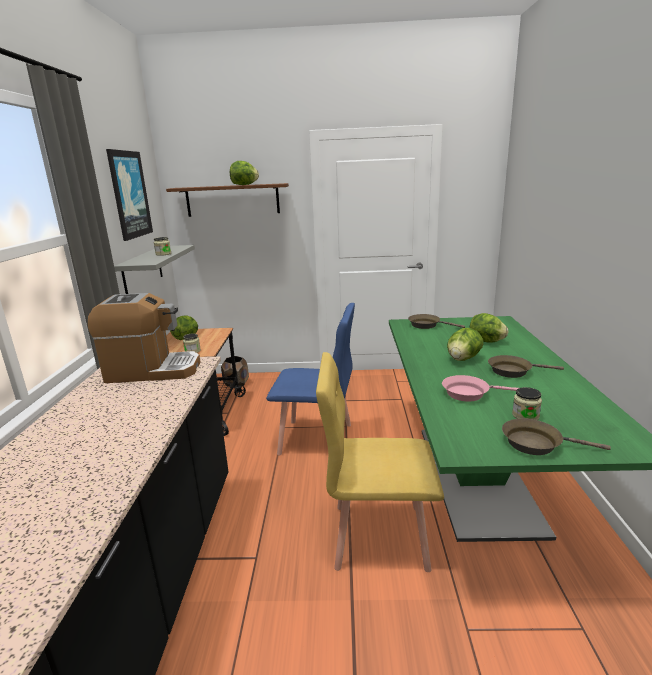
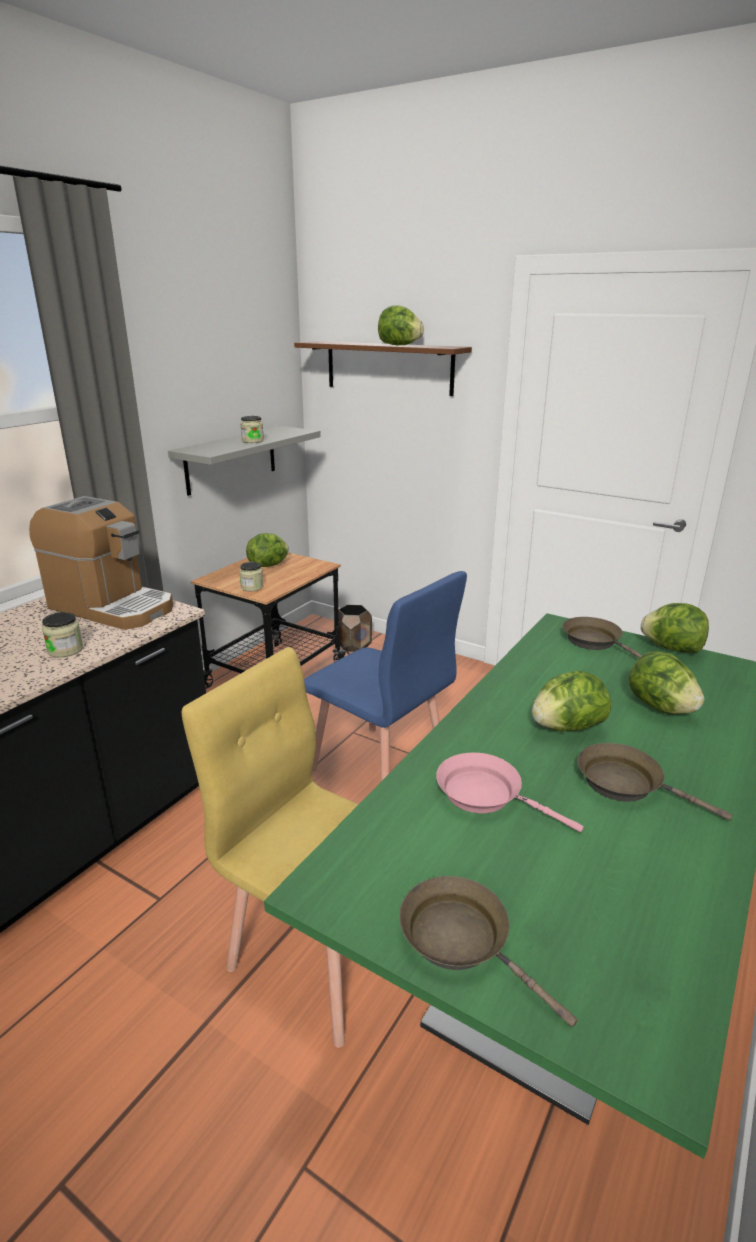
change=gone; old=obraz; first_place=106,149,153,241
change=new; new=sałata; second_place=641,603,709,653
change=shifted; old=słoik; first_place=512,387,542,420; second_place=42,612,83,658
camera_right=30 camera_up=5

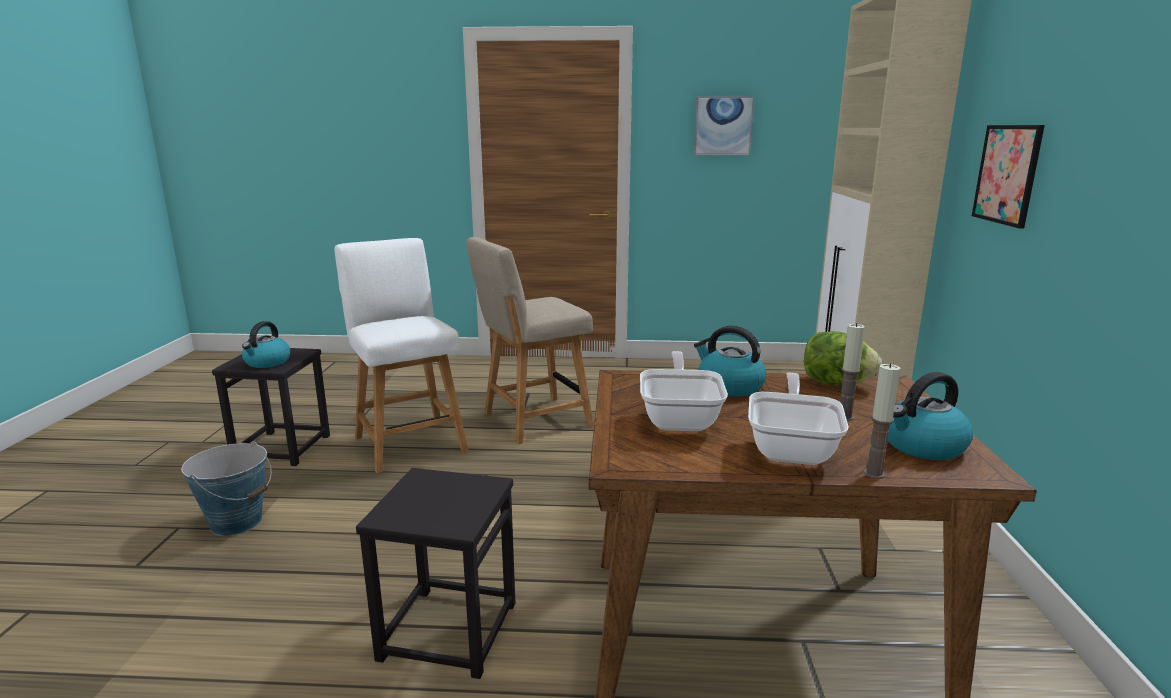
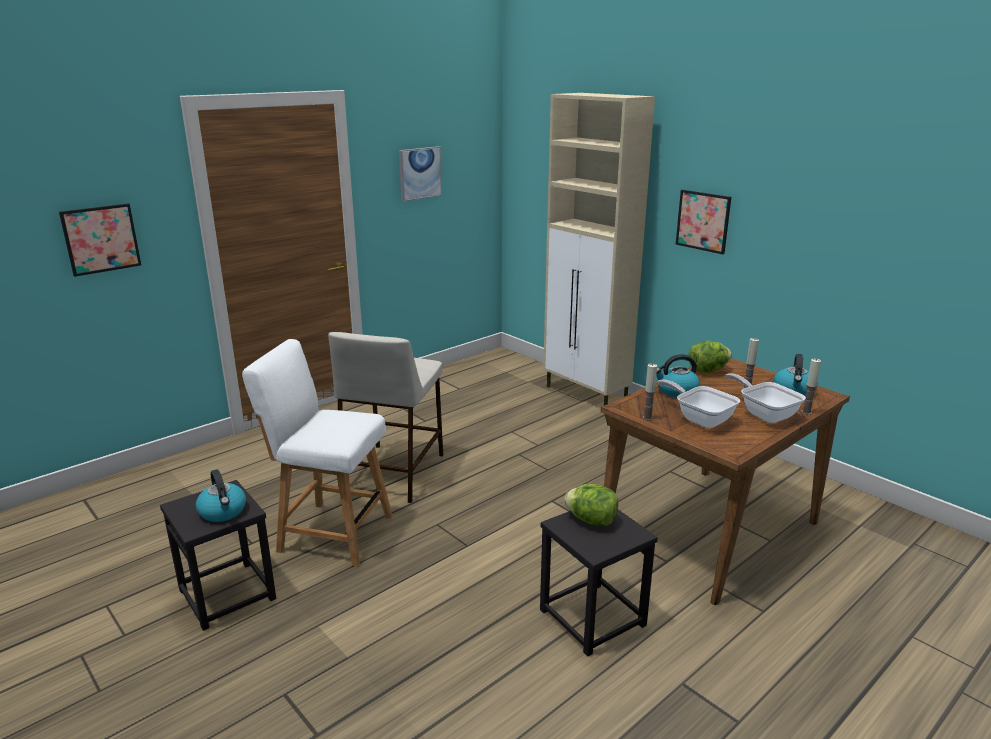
change=gone; old=wiadro; first_place=181,441,272,536
change=new; new=obraz; second_place=59,203,141,277
change=new; new=sałata; second_place=564,484,618,526
change=new; new=świeca; second_place=643,364,657,421
change=swapped; old=krzesło (beżowy); new=stołek (beżowy); first_place=466,237,594,444; second_place=328,332,443,503
camera_right=-45 camera_up=5

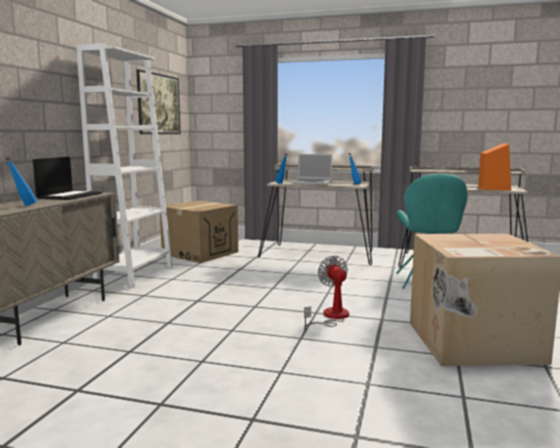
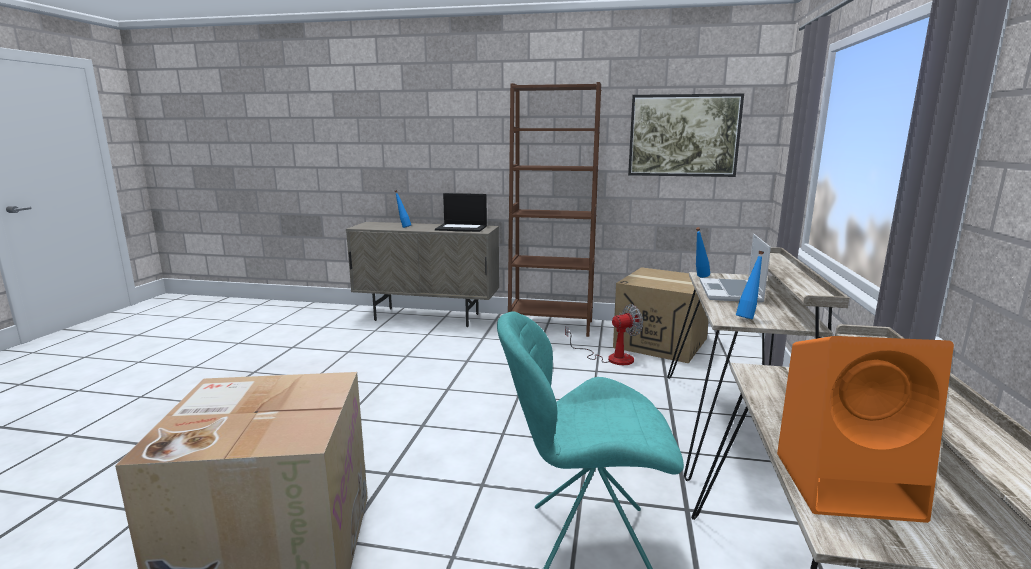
change=shifted; old=wentylator; first_place=304,255,349,330; second_place=565,304,643,365
change=repainted; old=regał (biały); new=regał (brązowy); first_place=76,43,172,287; second_place=508,82,601,337
camera_right=85 camera_up=5

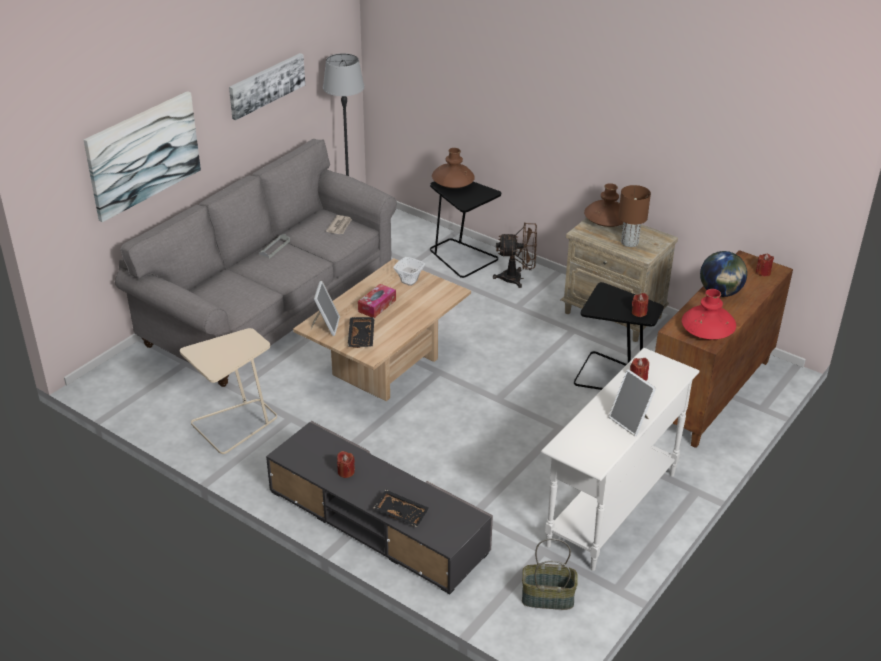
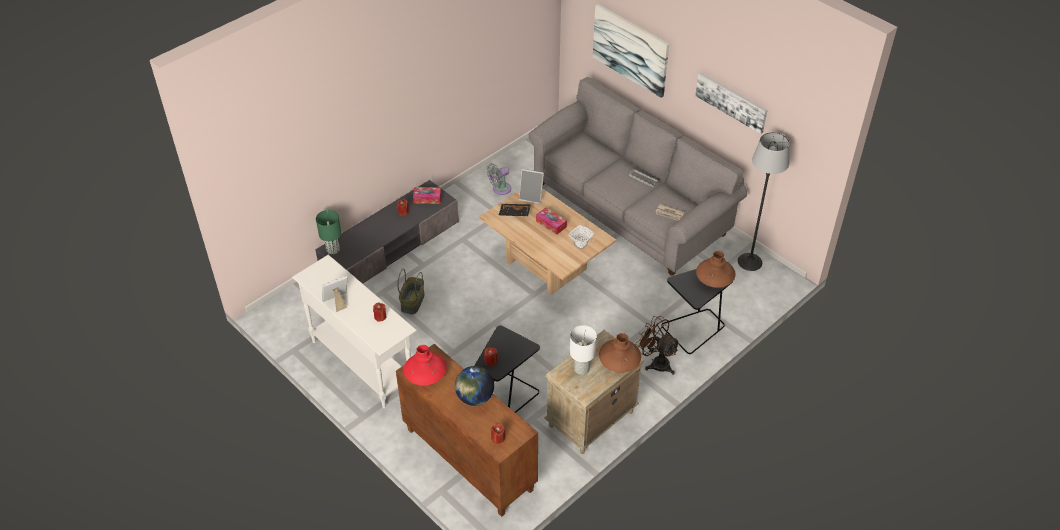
change=gone; old=taca (czarny); first_place=373,490,429,527
change=new; new=lampa stołowa (zielony); second_place=316,210,341,254
change=new; new=pudełko chusteczek; second_place=413,187,441,204
change=shifted; old=koszyk; first_place=522,538,578,610; second_place=397,269,425,314
change=swapped; old=stolik (beżowy); new=wentylator (szary); first_place=180,328,277,454; second_place=487,163,511,195
change=repainted; old=lampa stołowa (brązowy); new=lampa stołowa (biały); first_place=618,185,651,247; second_place=570,326,597,375
change=rotated; old=wentylator (brązowy); first_place=493,222,537,288; second_place=636,316,680,375; degrees=120
camera_right=100 camera_up=10

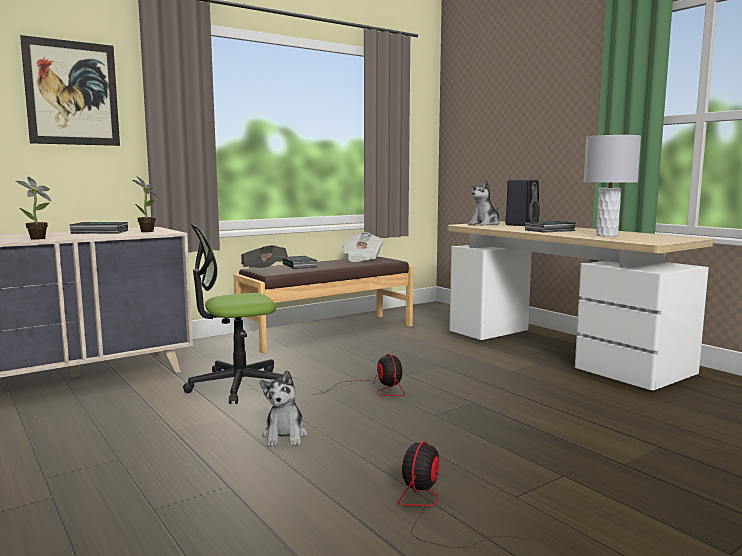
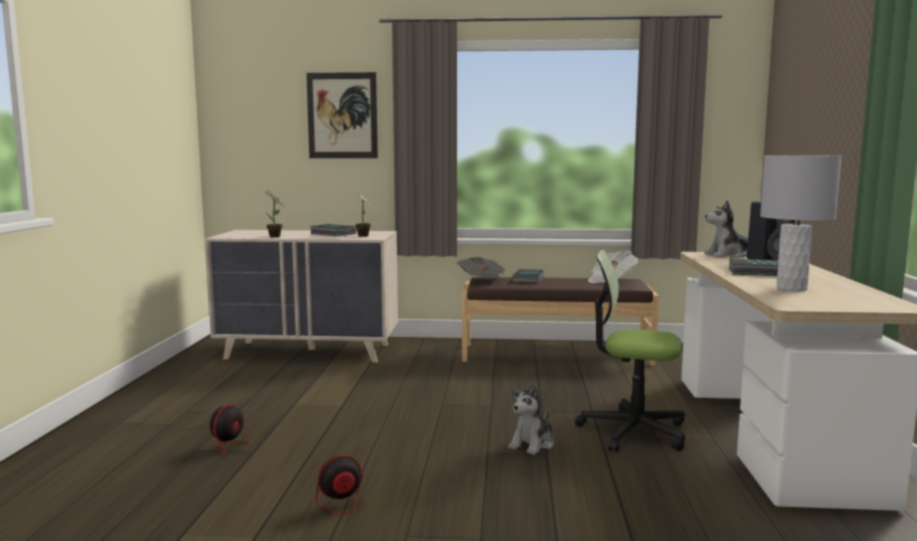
change=shifted; old=krzesło biurowe; first_place=183,223,283,404; second_place=575,249,685,452
change=shifted; old=pluszak; first_place=260,370,307,447; second_place=508,383,554,455
change=shifted; old=wentylator; first_place=311,354,405,396; second_place=178,404,249,455
camera_right=40 camera_up=0

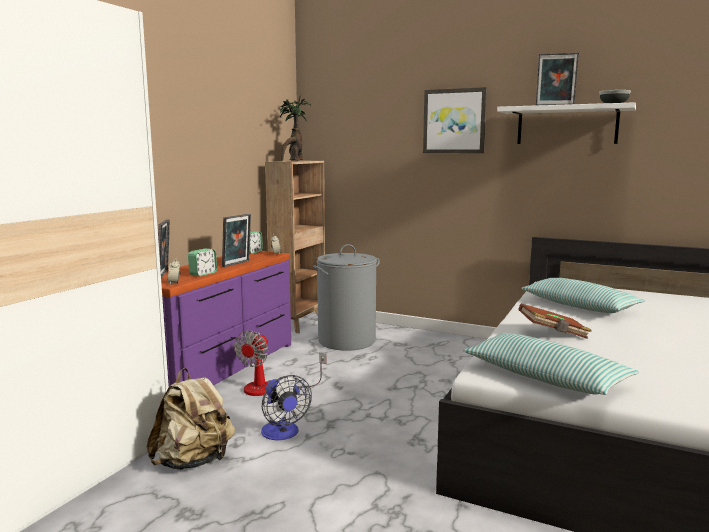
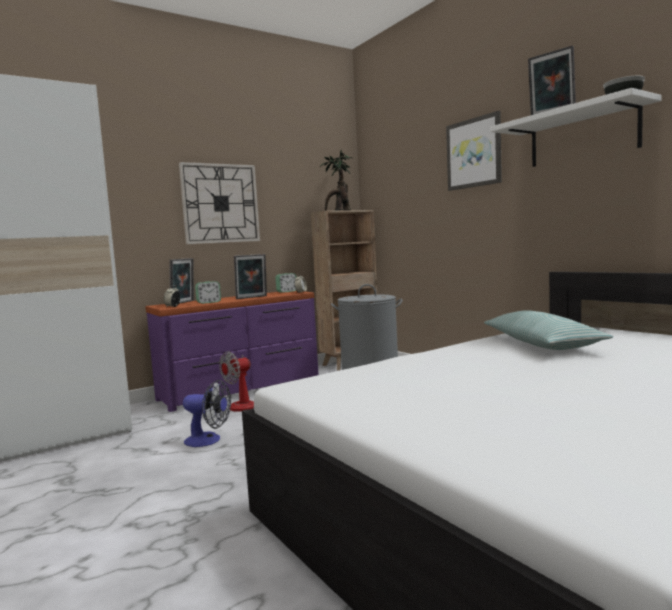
change=gone; old=plecak (beżowy); first_place=147,368,235,470
change=gone; old=poduszka; first_place=463,333,639,395
change=gone; old=książka (brązowy); first_place=518,304,592,339
change=new; new=zegar ścienny; second_place=179,162,260,244
change=rotated; old=wentylator; first_place=261,375,312,440; second_place=183,380,231,447; degrees=-75
camera_right=30 camera_up=-5

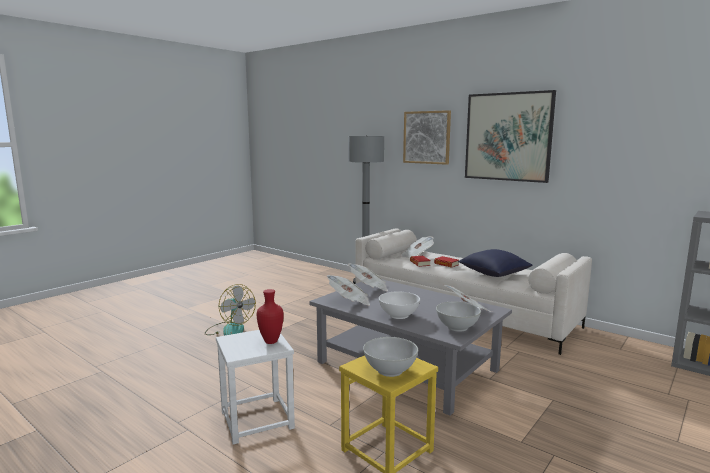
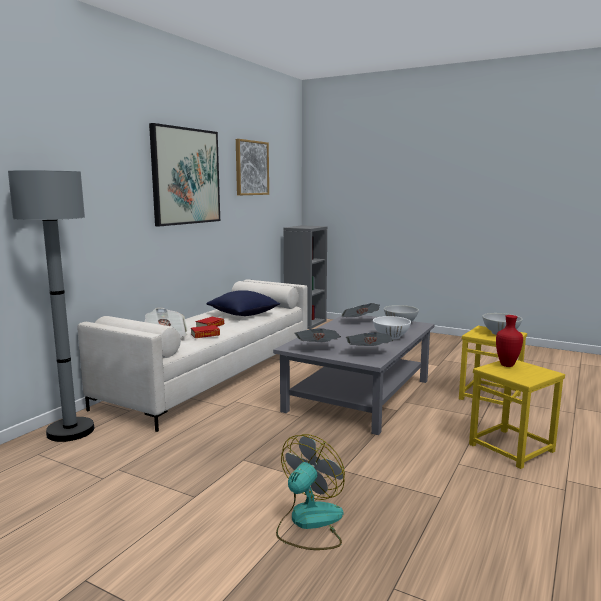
change=shifted; old=obraz; first_place=403,110,451,165; second_place=236,139,269,195
change=repainted; old=stołek (biały); new=stołek (żółty); first_place=216,330,295,445; second_place=469,360,565,469
camera_right=-100 camera_up=0

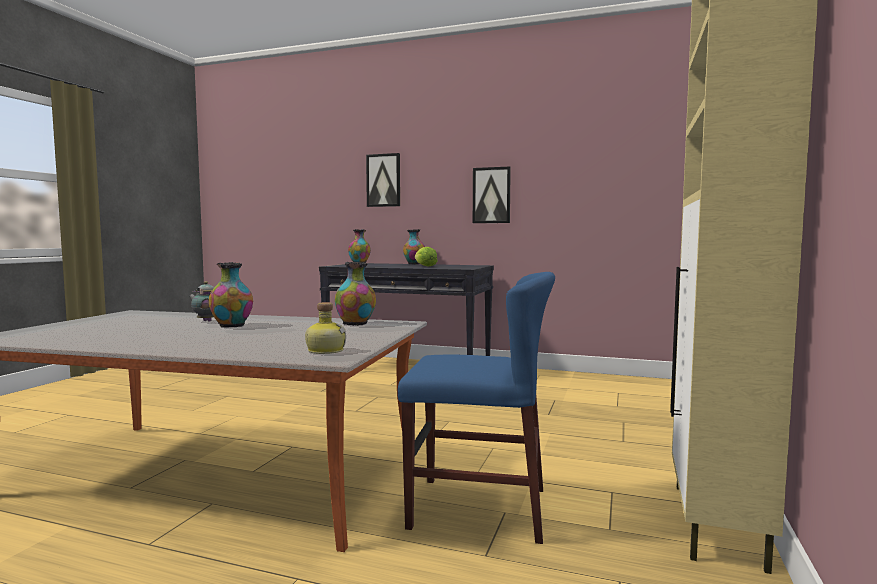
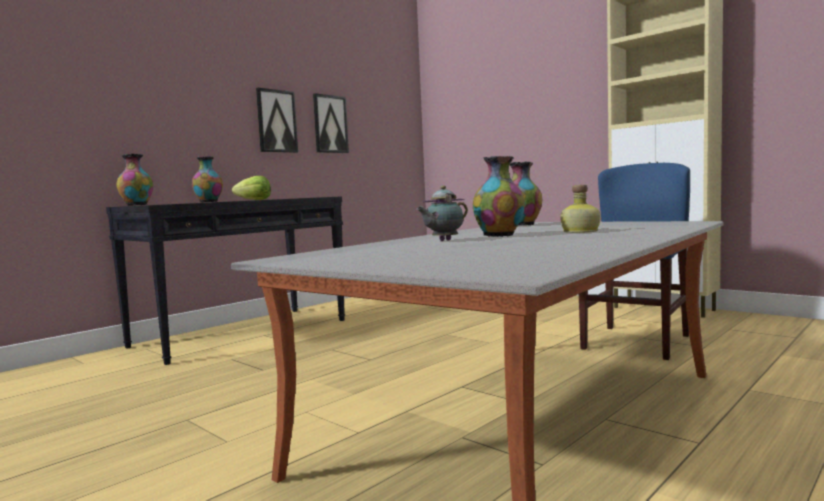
change=shifted; old=butelka; first_place=305,302,346,354; second_place=560,185,601,233
change=shifted; old=obraz; first_place=366,153,400,207; second_place=313,93,349,153
camera_right=-65 camera_up=0

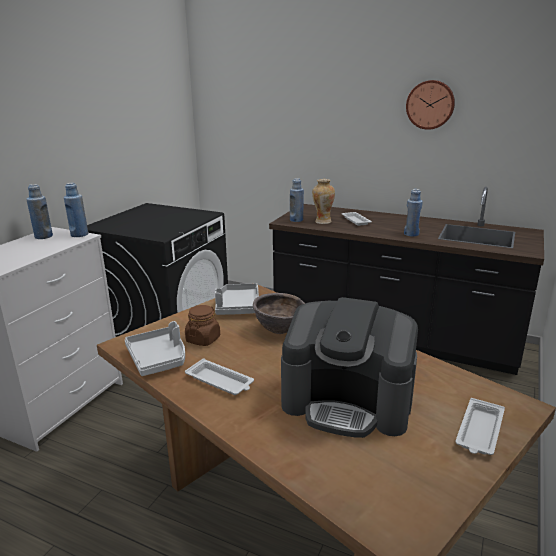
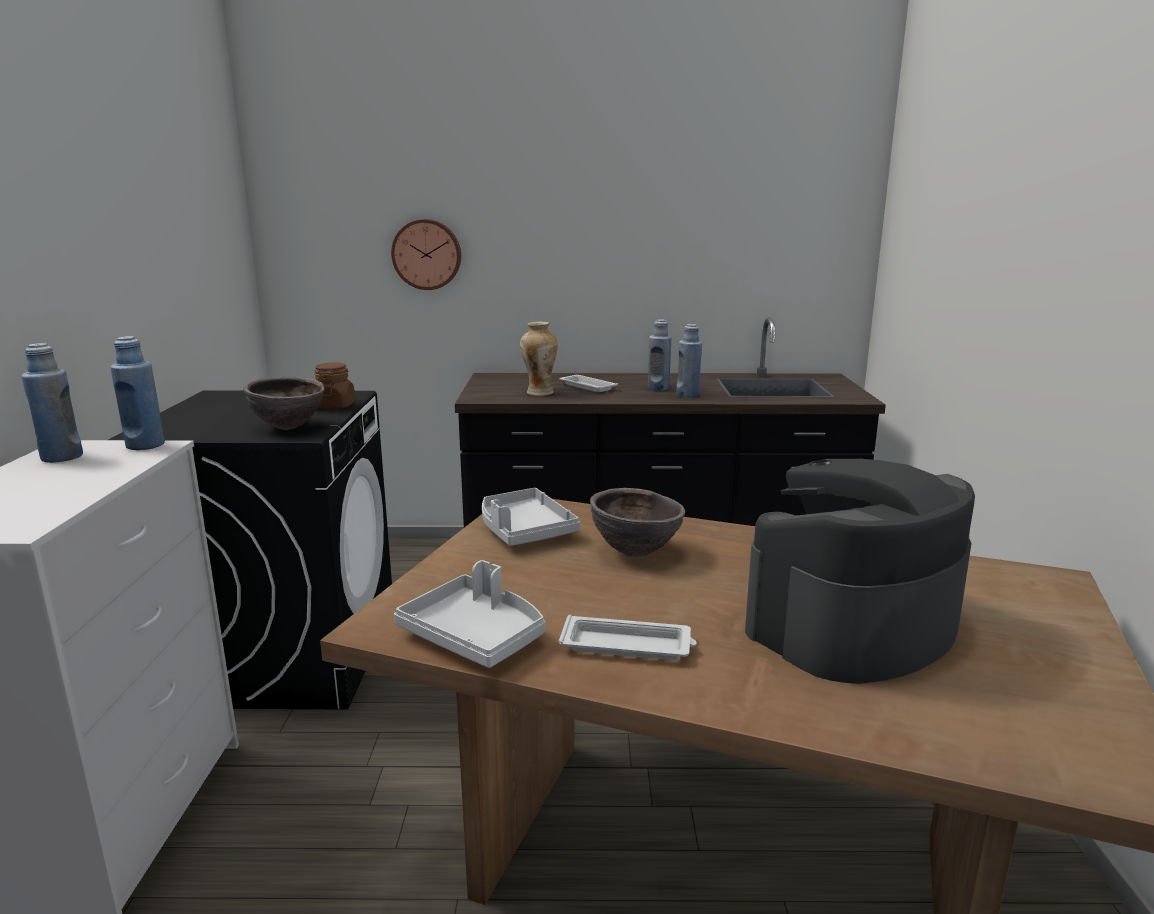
change=gone; old=taca (biały); first_place=456,398,505,455
change=new; new=miska (brązowy); second_place=243,376,325,430
change=shifted; old=słoik (brązowy); first_place=185,305,220,346; second_place=314,362,355,409
change=shifted; old=butelka (niebieski); first_place=290,178,304,222; second_place=648,319,671,391
change=shifted; old=zegar ścienny; first_place=406,80,455,130; second_place=391,219,461,290
change=rotated; old=ekspres do kawy; first_place=281,297,418,438; second_place=745,459,975,684; degrees=150
camera_right=-25 camera_up=-5

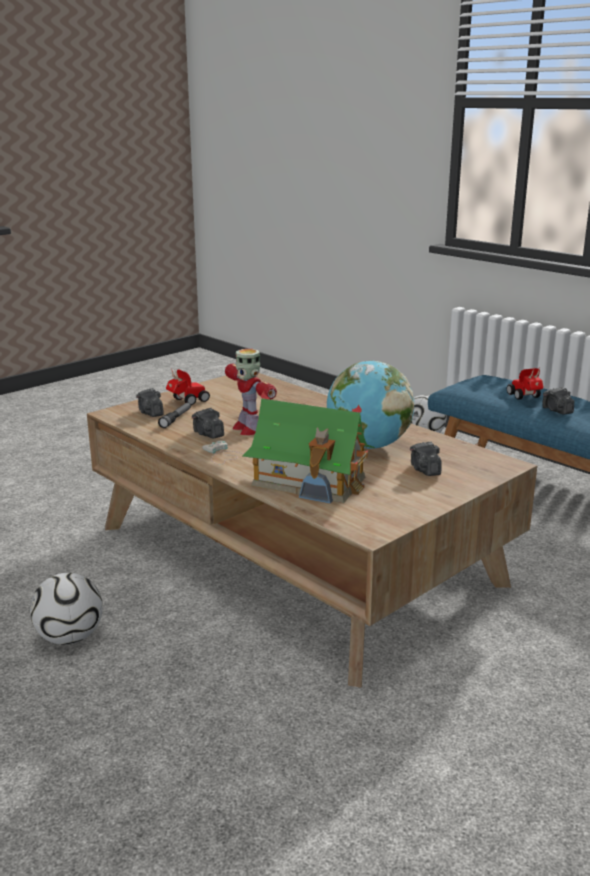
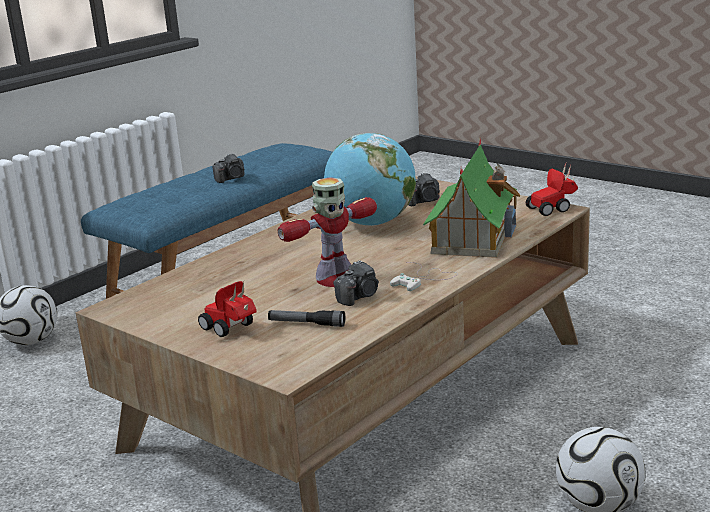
change=gone; old=aparat fotograficzny; first_place=136,388,164,417
change=shifted; old=samochodzik; first_place=507,368,544,400; second_place=526,161,578,216
camera_right=-95 camera_up=0

